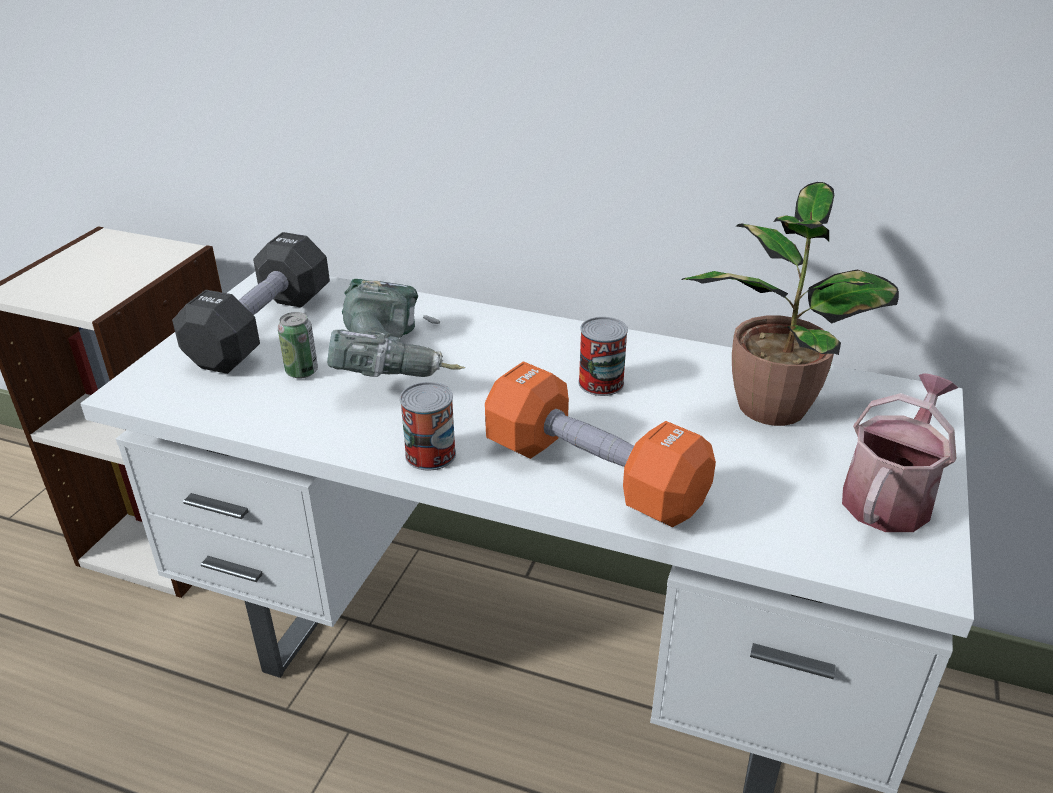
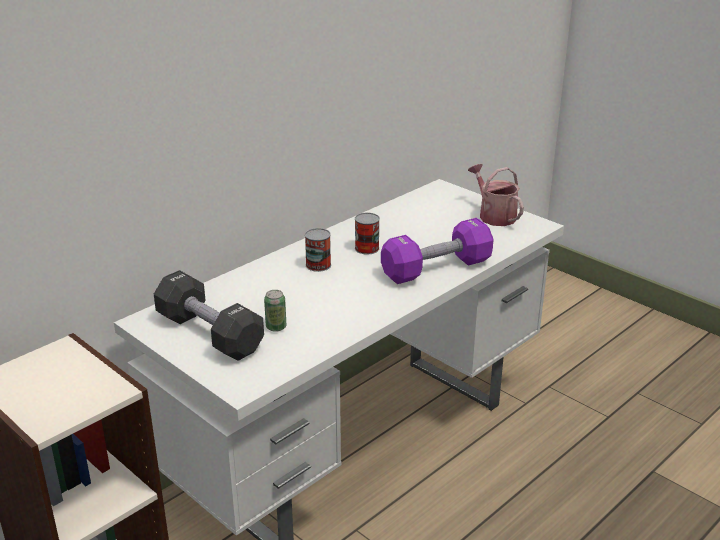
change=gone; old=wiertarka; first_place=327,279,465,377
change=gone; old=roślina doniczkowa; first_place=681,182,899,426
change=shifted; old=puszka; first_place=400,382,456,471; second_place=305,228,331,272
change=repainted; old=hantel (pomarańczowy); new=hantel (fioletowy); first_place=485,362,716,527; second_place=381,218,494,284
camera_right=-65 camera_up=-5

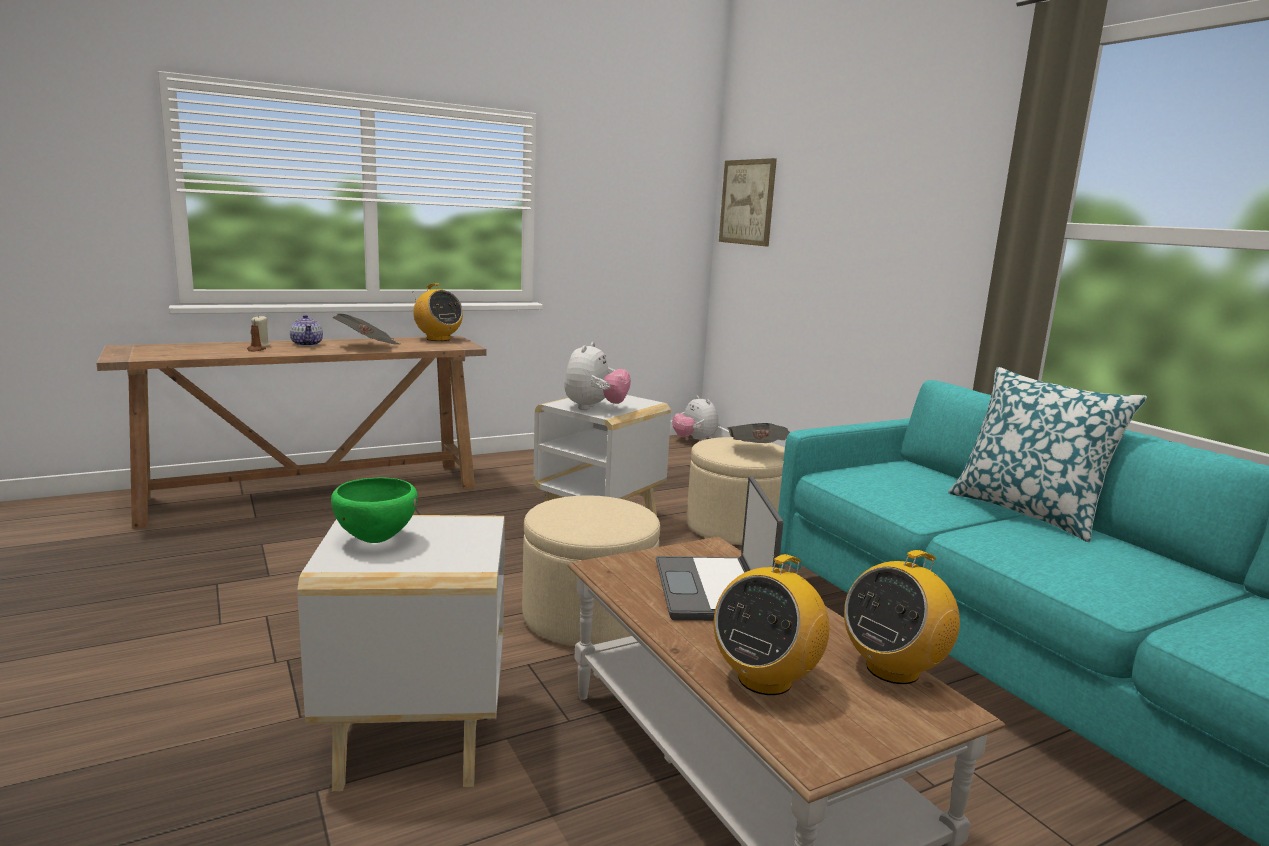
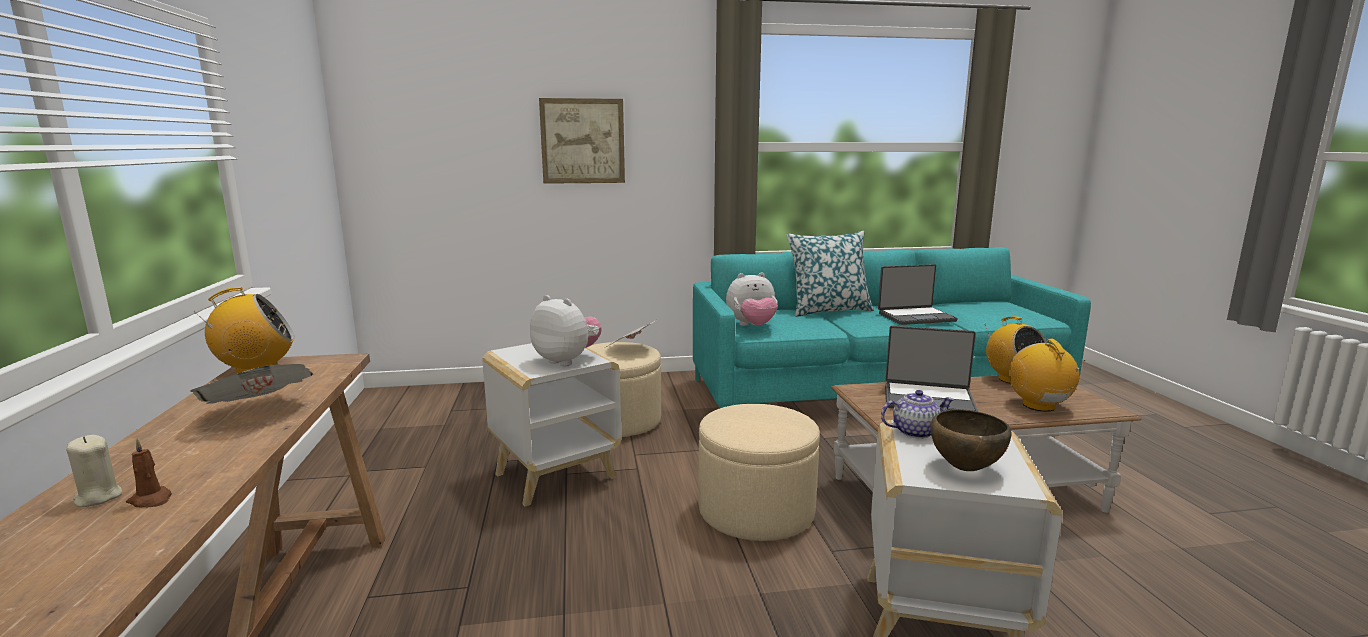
change=new; new=laptop; second_place=878,264,957,325
change=shifted; old=imbryk; first_place=290,315,323,346; second_place=881,390,954,439
change=shifted; old=pluszak; first_place=672,396,718,441; second_place=726,272,778,326
change=shifted; old=obraz; first_place=719,158,777,247; second_place=539,98,625,184
change=repainted; old=miska (zielony); new=miska (brązowy); first_place=331,477,418,543; second_place=930,410,1012,471
change=rotated; old=radio; first_place=714,554,829,695; second_place=1009,339,1085,412; degrees=-150
camera_right=-70 camera_up=0

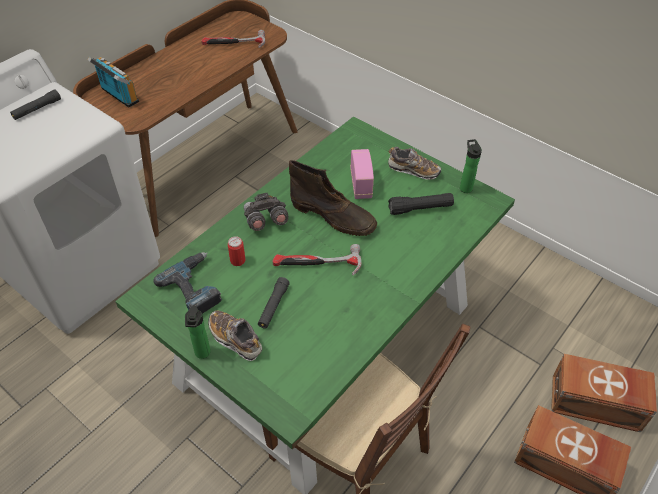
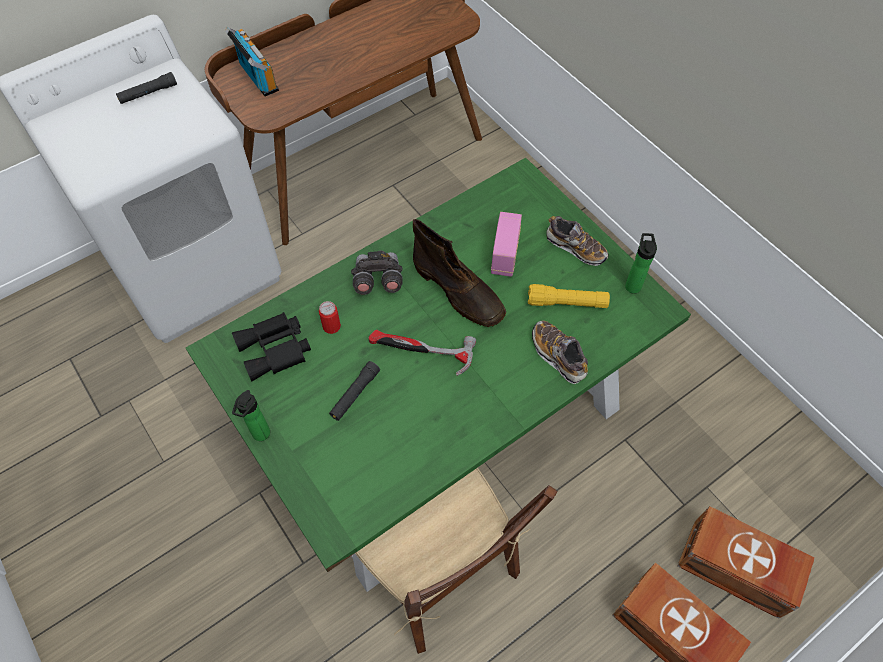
change=gone; old=młotek; first_place=201,30,265,48
change=shifted; old=but; first_place=208,311,262,361; second_place=532,321,588,384
change=swapped; old=wiertarka; new=lornetka (czarny); first_place=153,252,222,314; second_place=232,312,311,381
change=repainted; old=latarka (czarny); new=latarka (żółty); first_place=388,193,454,215; second_place=528,284,610,308
camera_right=15 camera_up=10

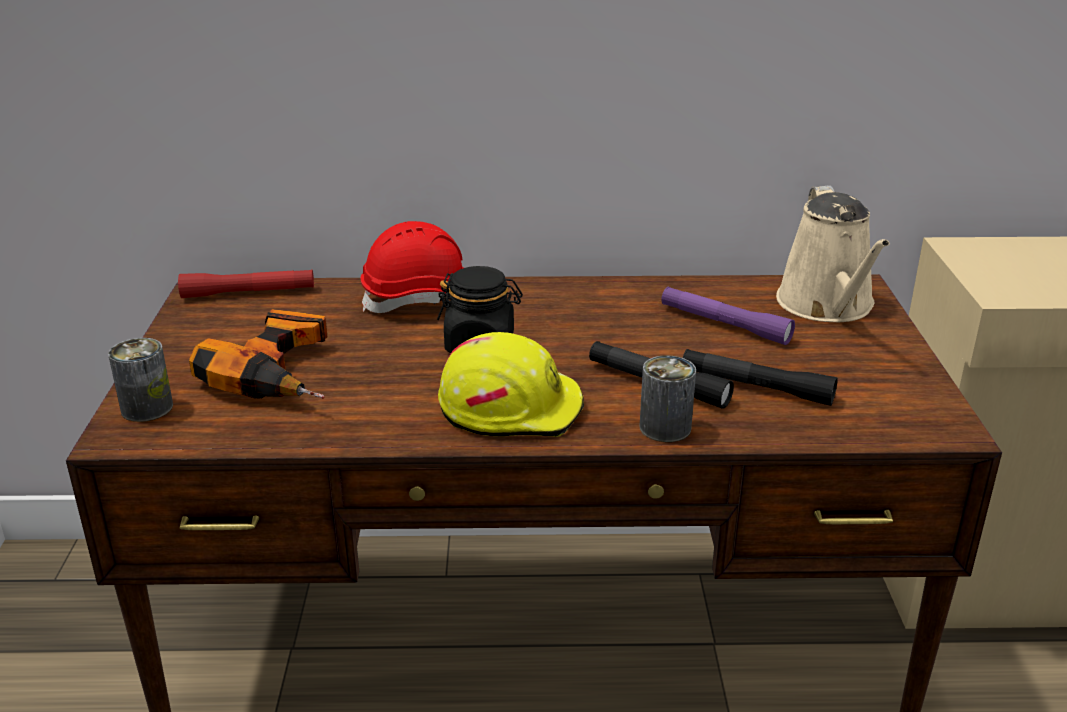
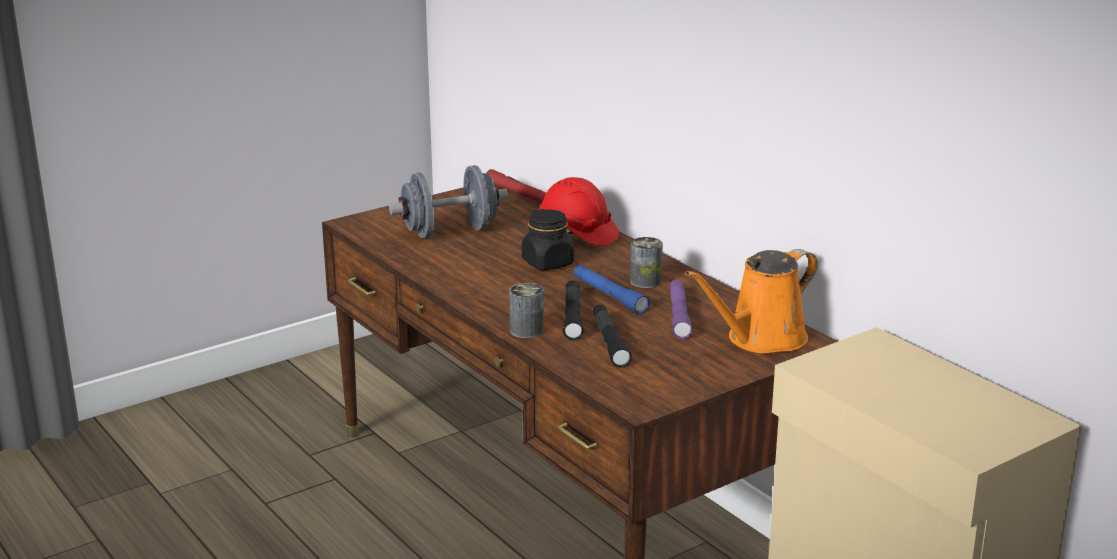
change=gone; old=kask (żółty); first_place=438,332,584,437
change=new; new=latarka (niebieski); second_place=574,265,650,314
change=shifted; old=puszka; first_place=108,338,173,422; second_place=630,237,663,288
change=swapped; old=wiertarka; new=hantel (szary); first_place=189,309,328,399; second_place=389,165,508,238
change=repainted; old=konewka (beżowy); new=konewka (pomarańczowy); first_place=776,185,890,322; second_place=685,249,818,354
camera_right=55 camera_up=-5

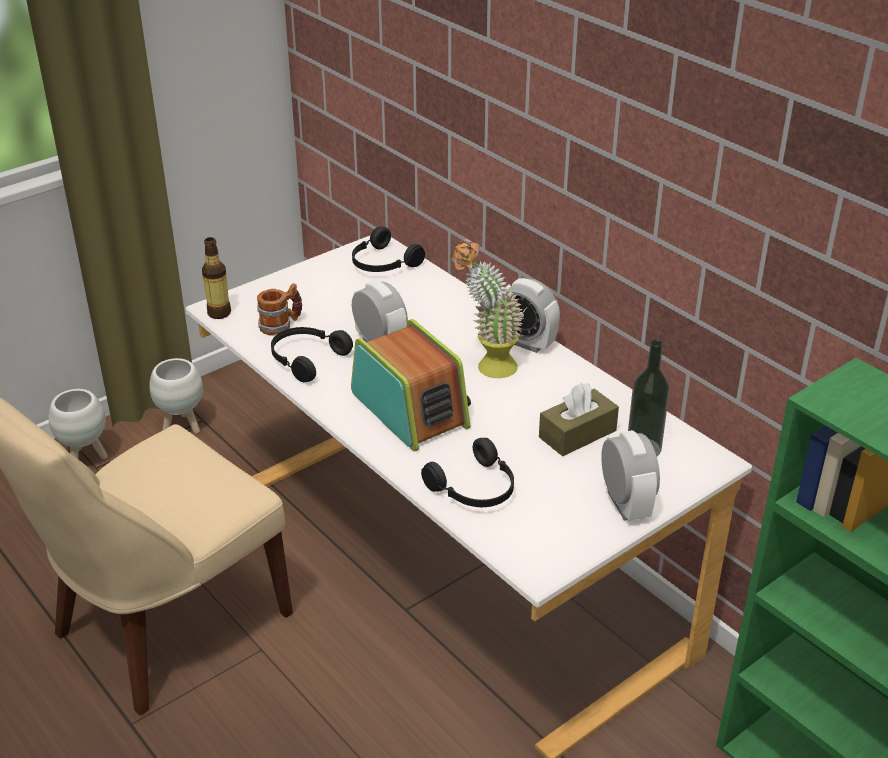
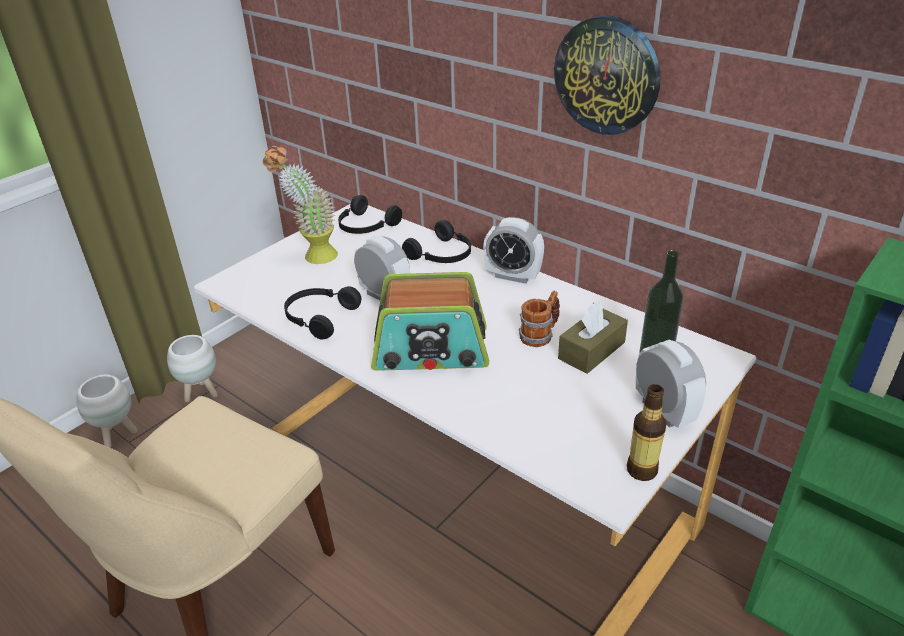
change=new; new=zegar ścienny; second_place=554,15,661,135
change=shifted; old=butelka; first_place=202,237,231,319; second_place=627,384,666,481
change=shifted; old=kubek; first_place=257,283,302,336; second_place=519,291,560,347
change=shifted; old=słuchawki (czarny); first_place=421,438,514,507; second_place=402,220,471,263
change=shifted; old=roślina doniczkowa; first_place=450,239,523,378; second_place=263,146,338,264
change=rotated; old=radio; first_place=351,319,471,452; second_place=371,272,489,371; degrees=135
camera_right=-10 camera_up=0

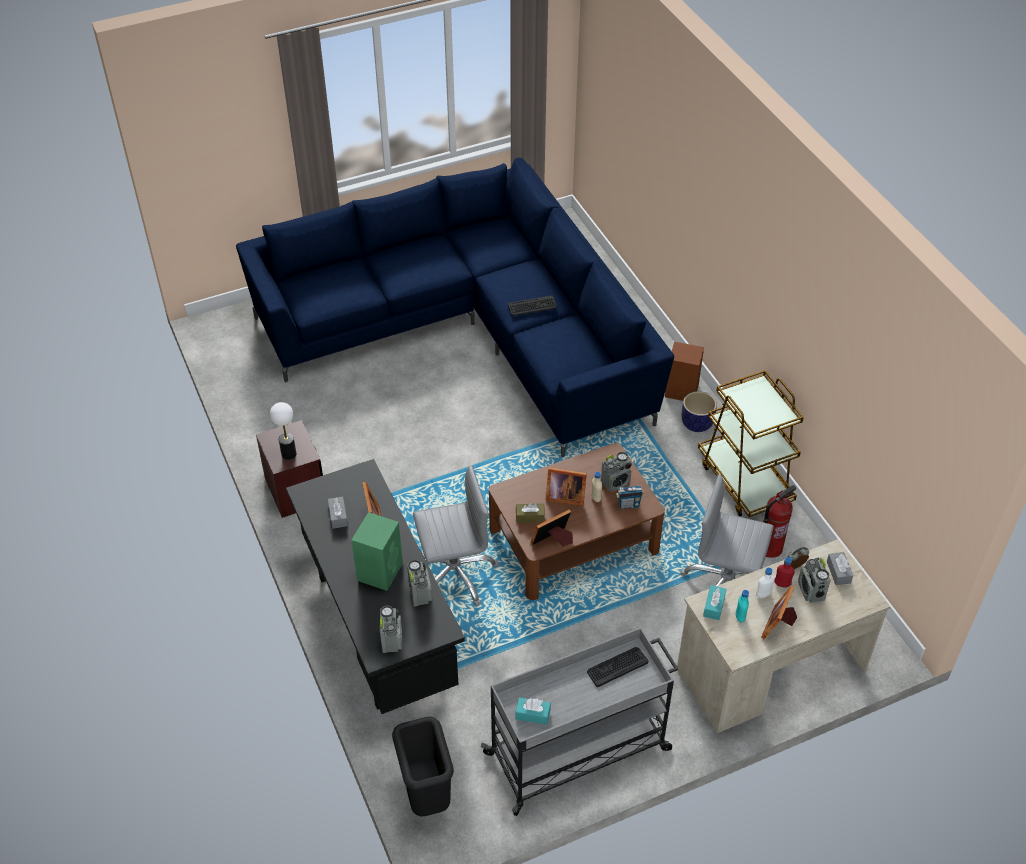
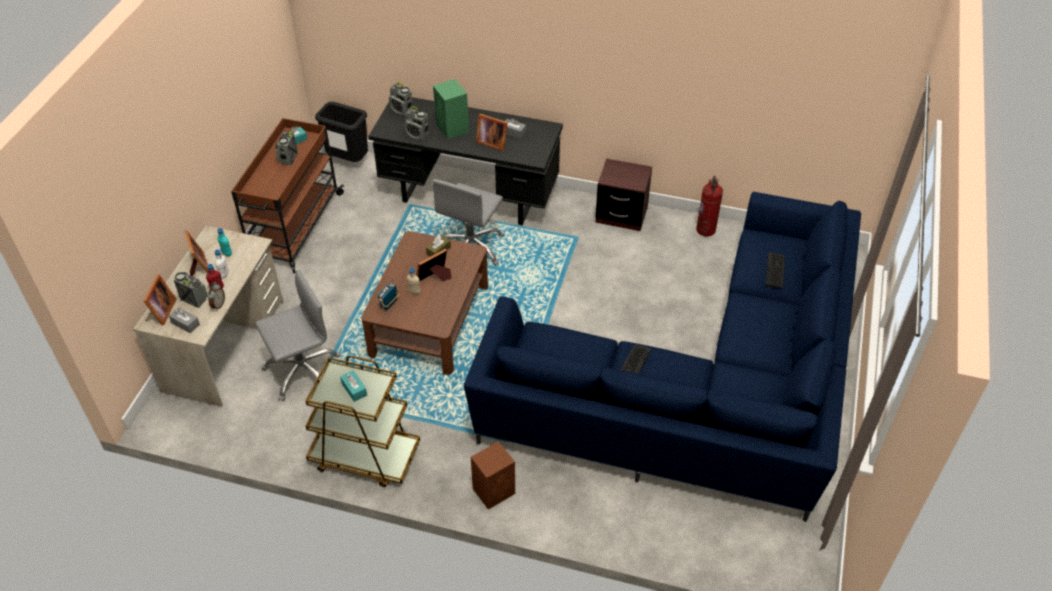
change=gone; old=lampa stołowa; first_place=270,402,296,460
change=gone; old=donica; first_place=682,391,717,432
change=shifted; old=ramka na zdjęcie; first_place=530,509,573,547; second_place=144,275,177,325
change=shifted; old=klawiatura; first_place=587,647,649,687; second_place=766,252,785,288
change=shifted; old=radio; first_place=601,452,632,492; second_place=276,131,298,165
change=shifted; old=pudełko chusteczek (turkusowy); first_place=703,585,726,620; second_place=340,370,367,402
change=shifted; old=gaśnica; first_place=763,485,796,558; second_place=696,176,723,236
change=repainted; old=wózek (szary); new=wózek (brązowy); first_place=481,627,678,816; second_place=231,118,344,273
camera_right=130 camera_up=0

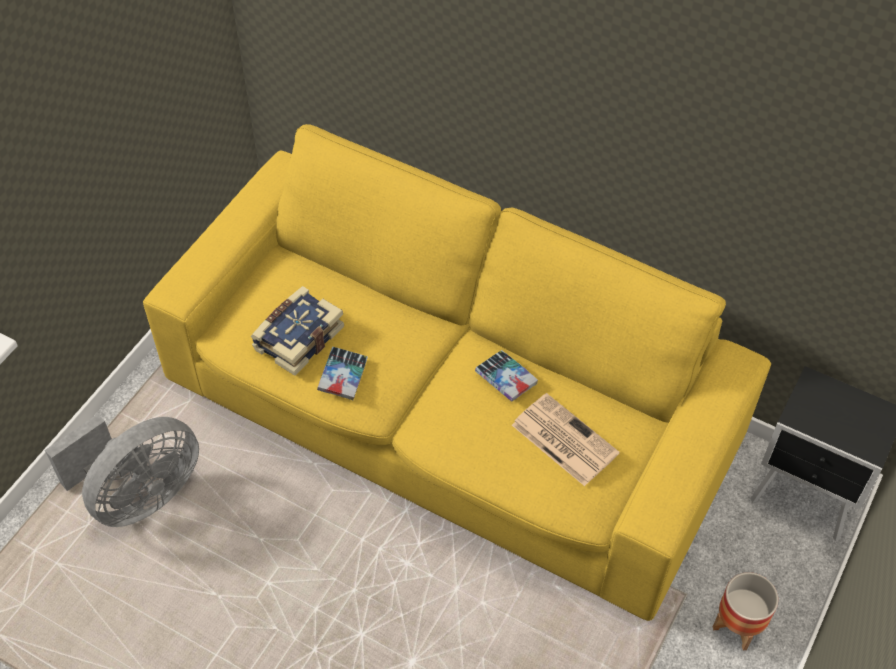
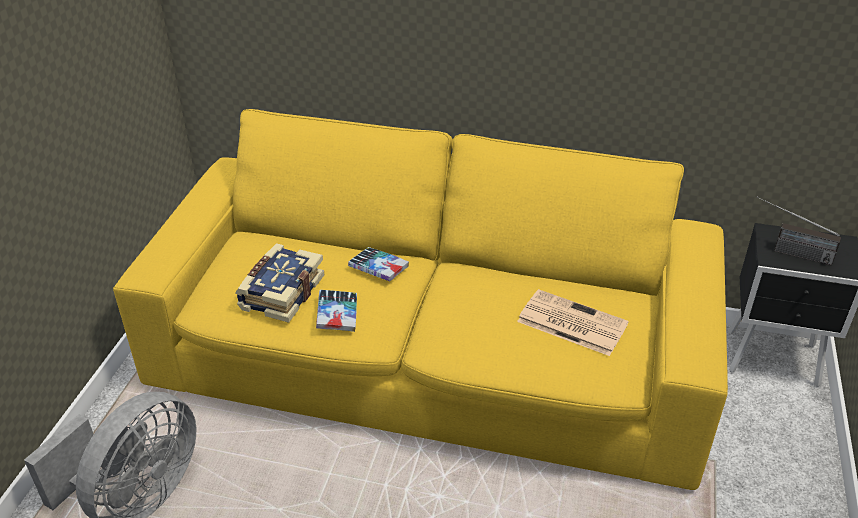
change=gone; old=donica; first_place=713,572,778,650
change=new; new=radio; second_place=756,197,841,265
change=shifted; old=książka; first_place=475,350,538,402; second_place=348,247,409,281
camera_right=-15 camera_up=-15

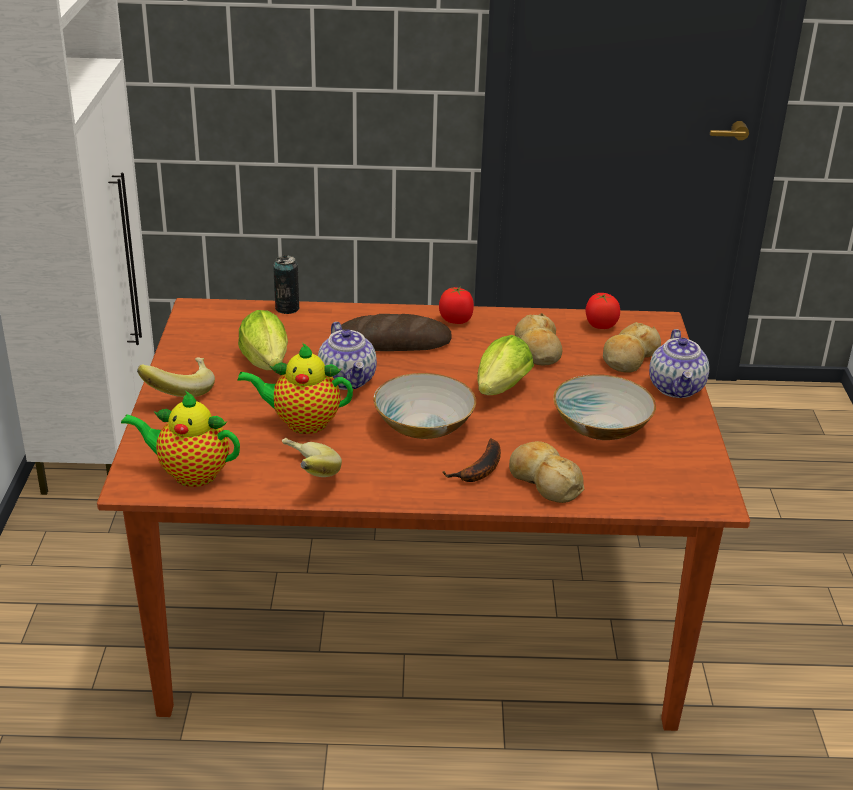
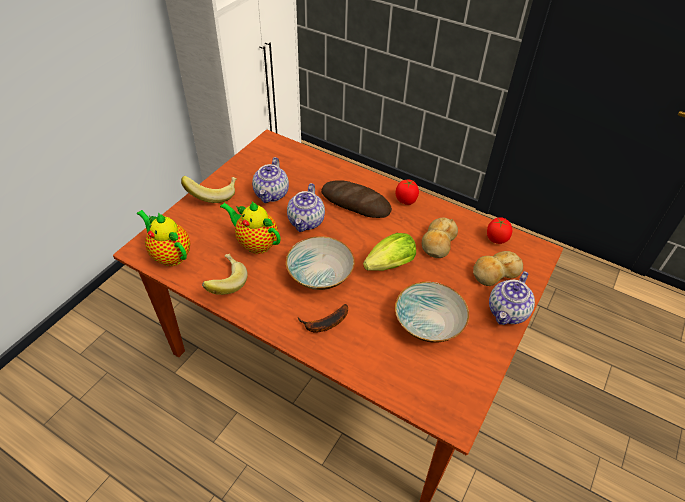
change=gone; old=puszka; first_place=273,255,299,314
change=gone; old=chleb; first_place=509,441,584,503
change=swapped; old=sałata; new=imbryk; first_place=238,310,288,370; second_place=252,157,289,203
camera_right=30 camera_up=15

